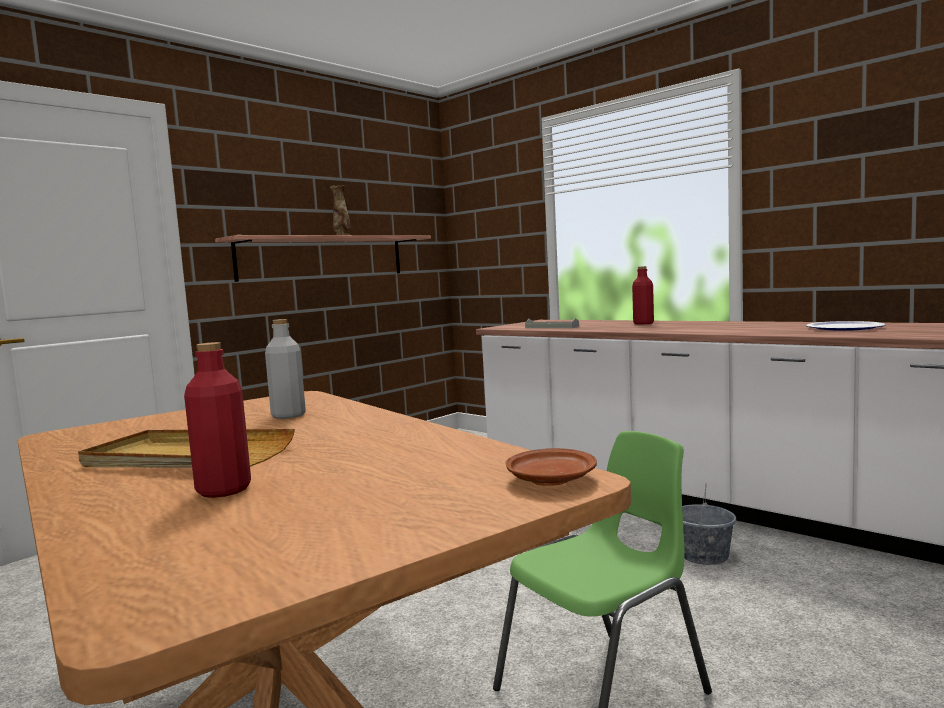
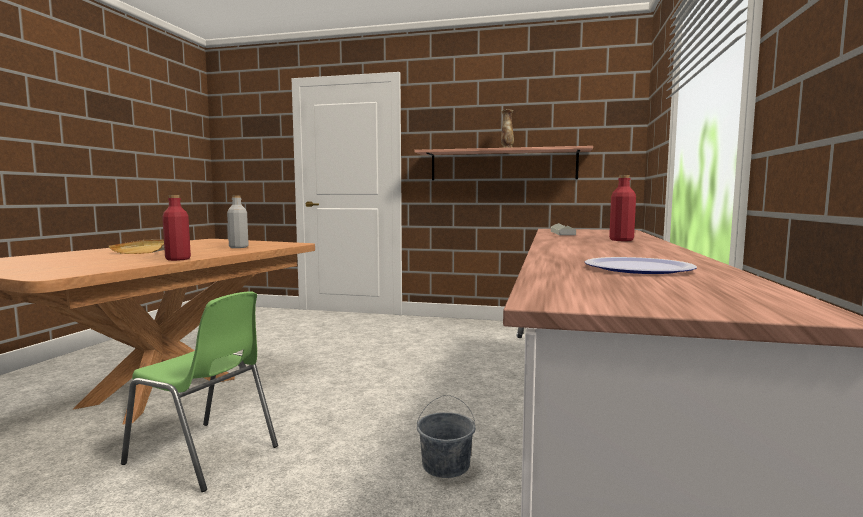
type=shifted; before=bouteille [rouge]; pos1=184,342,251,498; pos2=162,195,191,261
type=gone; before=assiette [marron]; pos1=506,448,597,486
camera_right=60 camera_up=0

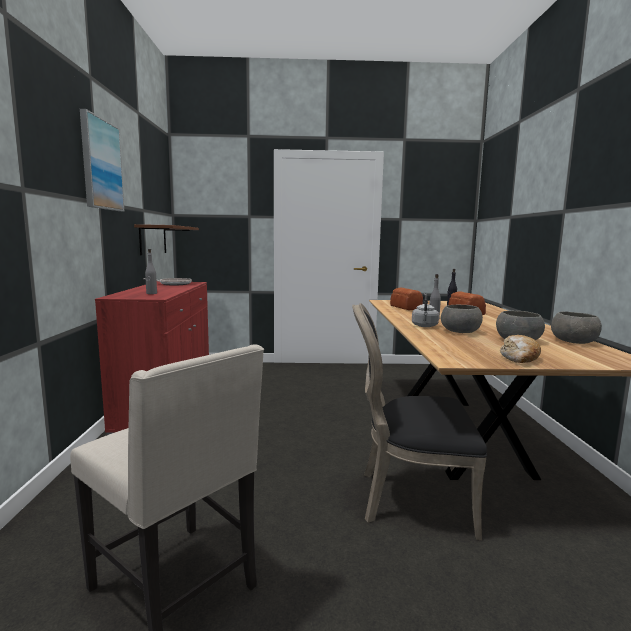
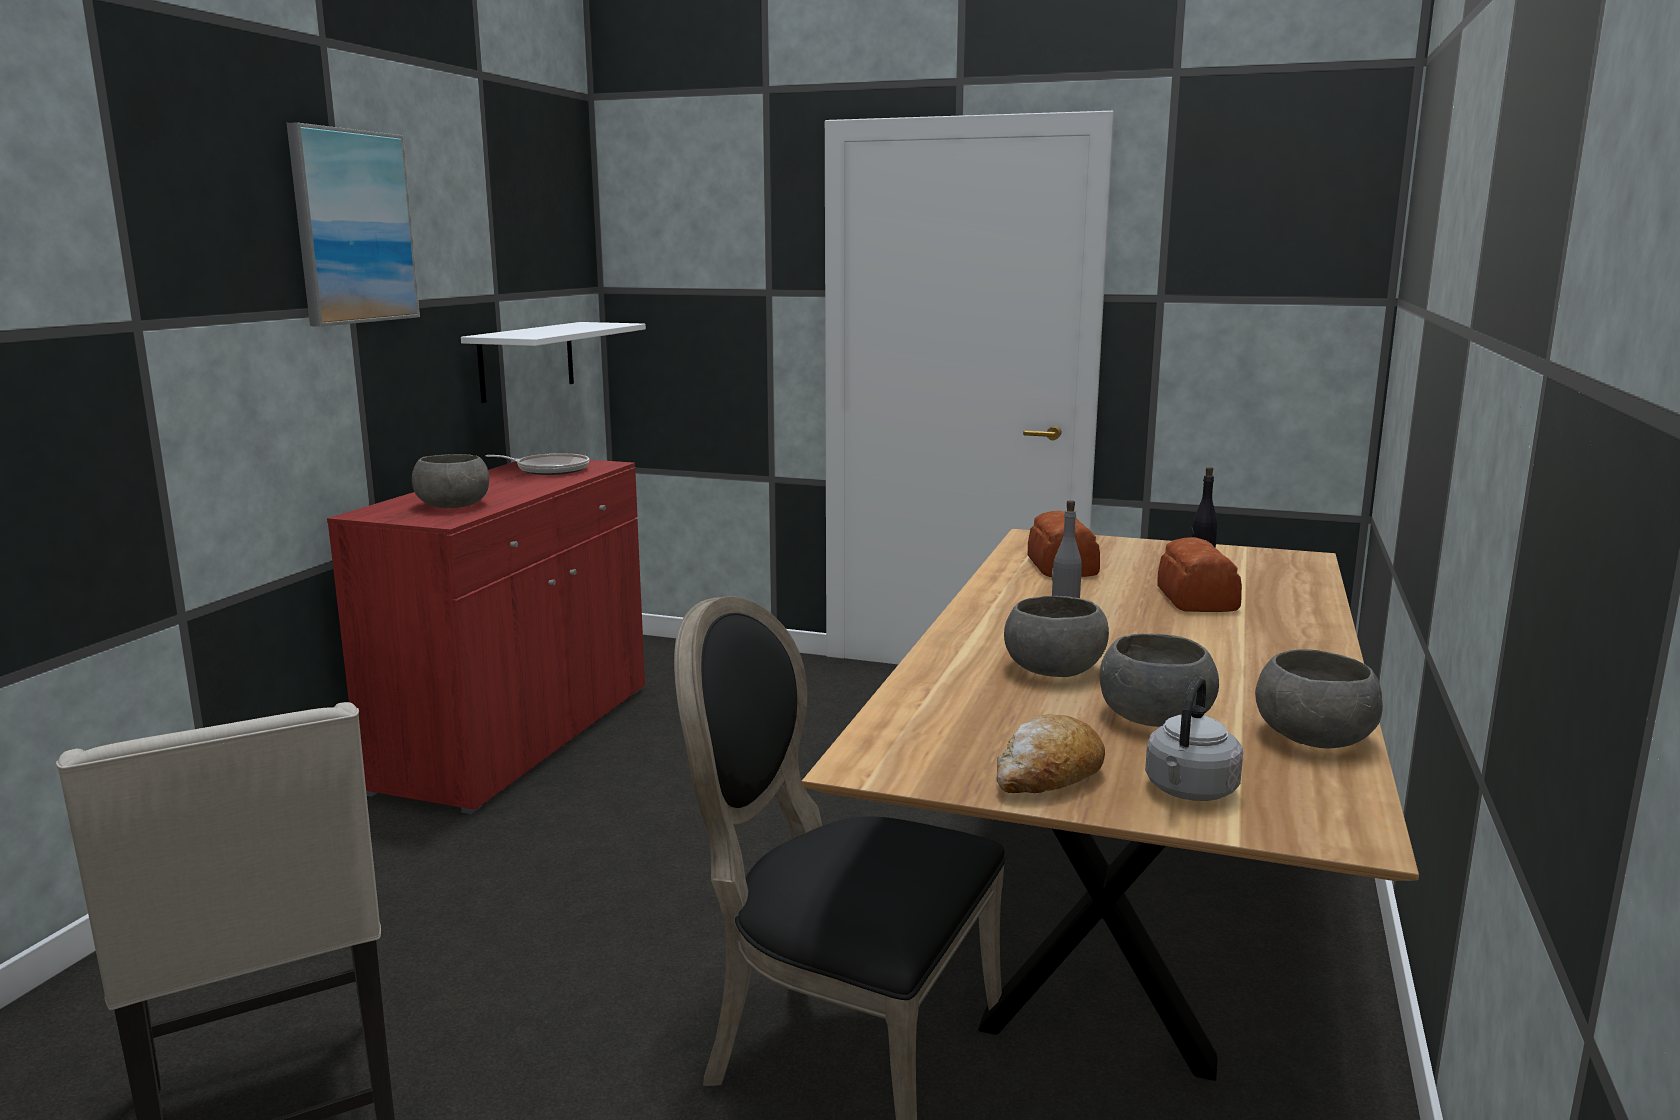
type=repainted; before=étagère [marron]; after=étagère [blanc]; pos1=134,224,199,255; pos2=461,322,646,403
type=swapped; before=bouteille [gris]; after=bol [gris]; pos1=145,249,157,294; pos2=412,454,489,508
type=shifted; before=bouilloire [gris]; pos1=412,293,439,327; pos2=1145,677,1243,801
camera_right=20 camera_up=5

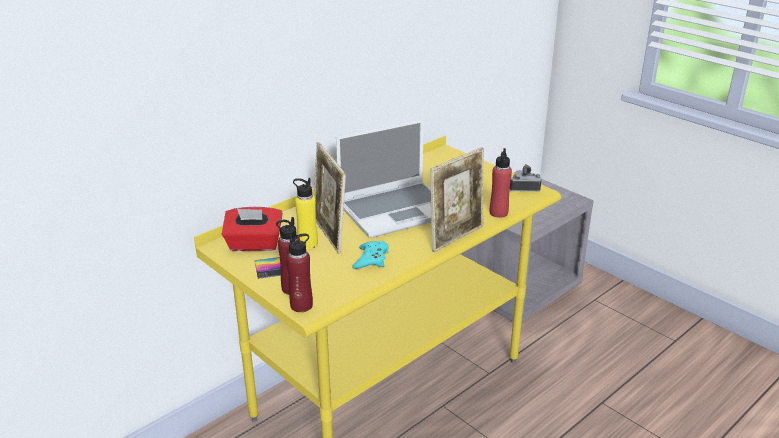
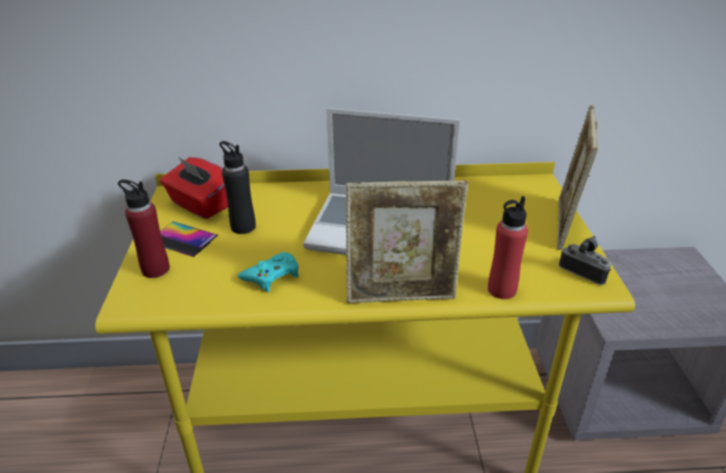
type=gone; before=bouteille [rouge]; pos1=286,234,313,312
type=repainted; before=bouteille [jaune]; after=bouteille [noir]; pos1=293,178,318,249; pos2=219,141,256,234
type=shifted; before=cadre photo; pos1=314,142,346,254; pos2=557,104,598,250
camera_right=40 camera_up=5

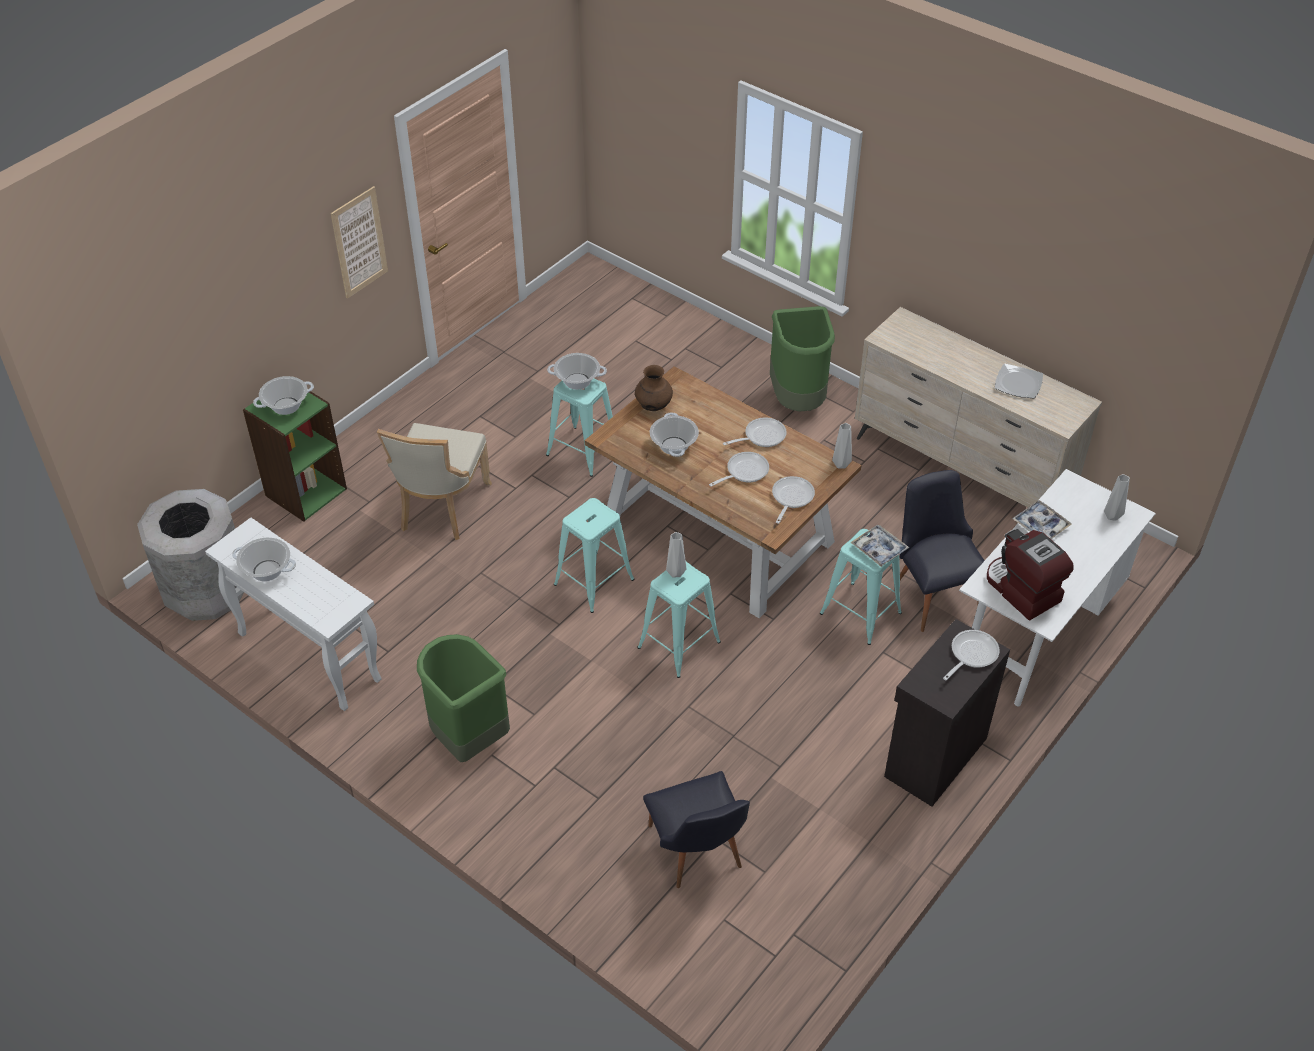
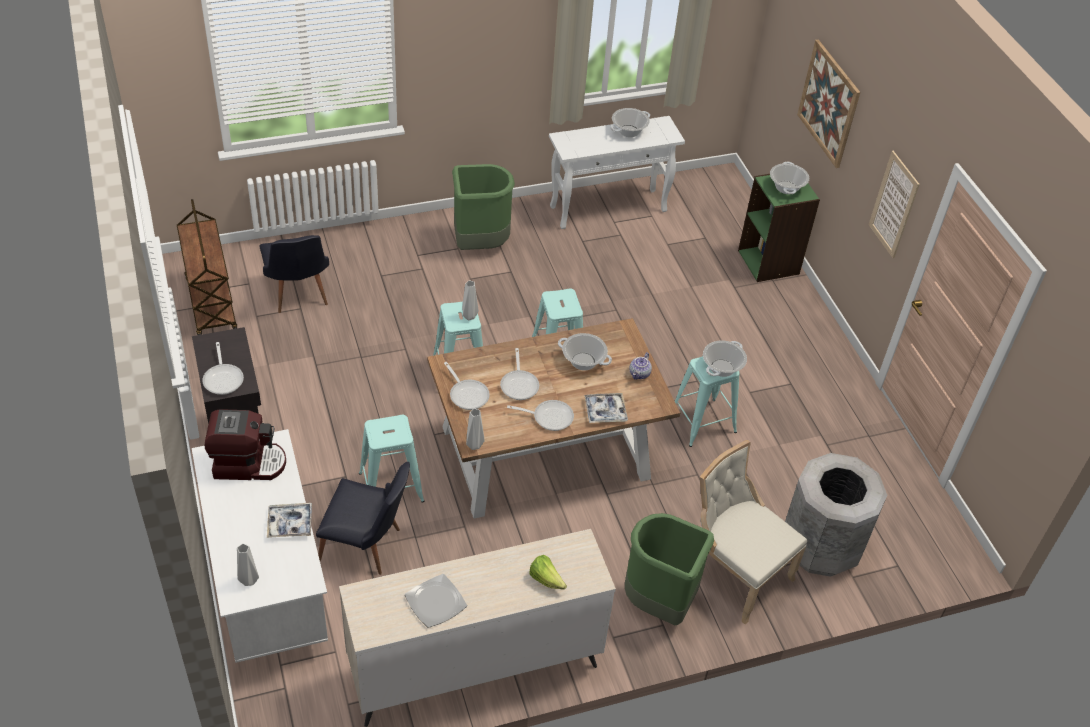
type=shifted; before=poubelle [gris]; pos1=137,489,244,621; pos2=785,453,887,577
type=shifted; before=chaise [beige]; pos1=377,423,492,540; pos2=700,440,807,624
type=swapped; before=vase [marron]; after=théière; pos1=635,365,673,411; pos2=629,352,652,380
type=rotated; before=chaise [noir]; pos1=643,771,750,888; pos2=259,235,329,313; turn=-120
type=rotated; before=poêle; pos1=723,417,787,447; pos2=507,400,574,431; turn=-90
type=shifted; before=plateau; pos1=850,525,909,567; pos2=584,393,628,423
type=new; after=chariot [marron]; pos2=177,199,237,335
type=new; after=laitue; pos2=529,555,567,589
type=new; after=tableau; pos2=797,39,860,168
camera_right=120 camera_up=0

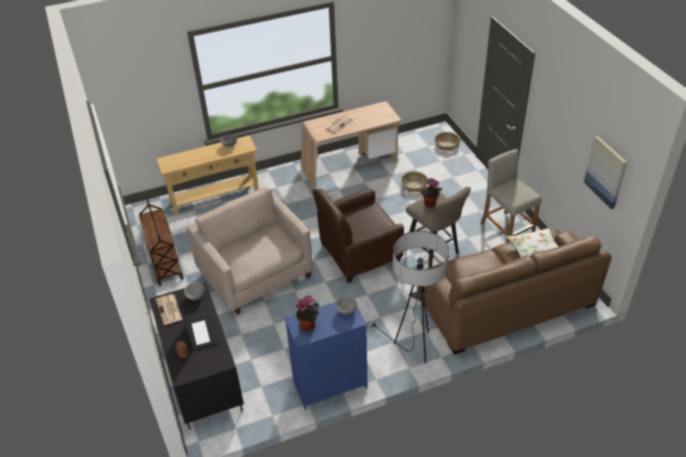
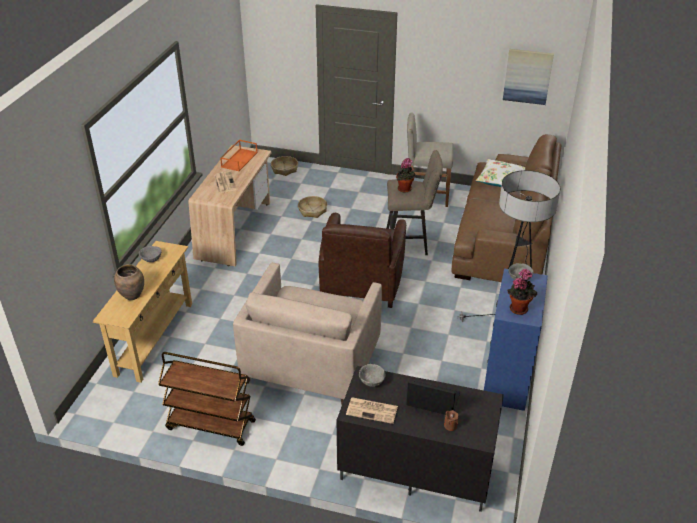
type=rotated; before=fauteuil [beige]; pos1=187,187,313,315; pos2=233,263,382,404; turn=-75
type=new; after=vase [marron]; pos2=114,264,144,300
type=new; after=plateau [orange]; pos2=220,139,258,171
camera_right=-55 camera_up=-5

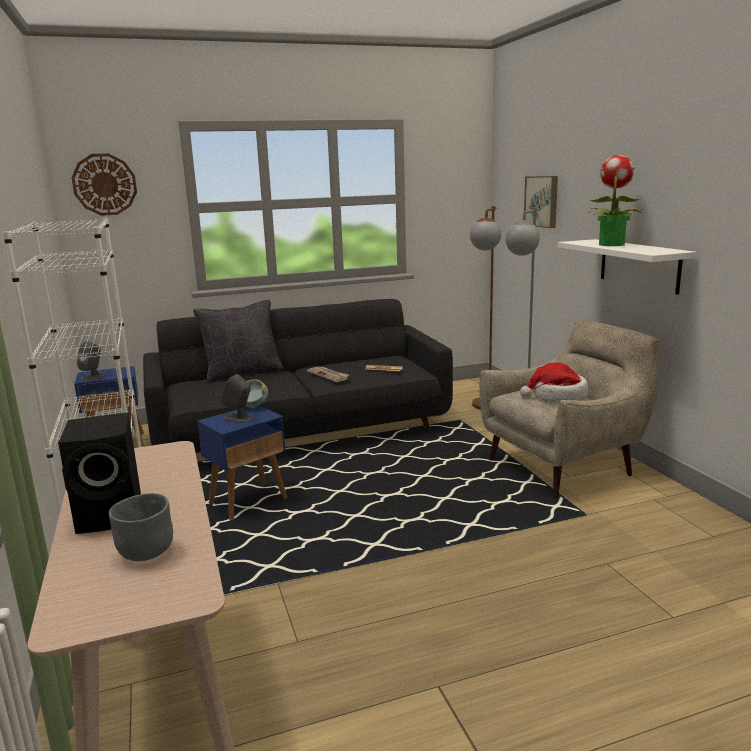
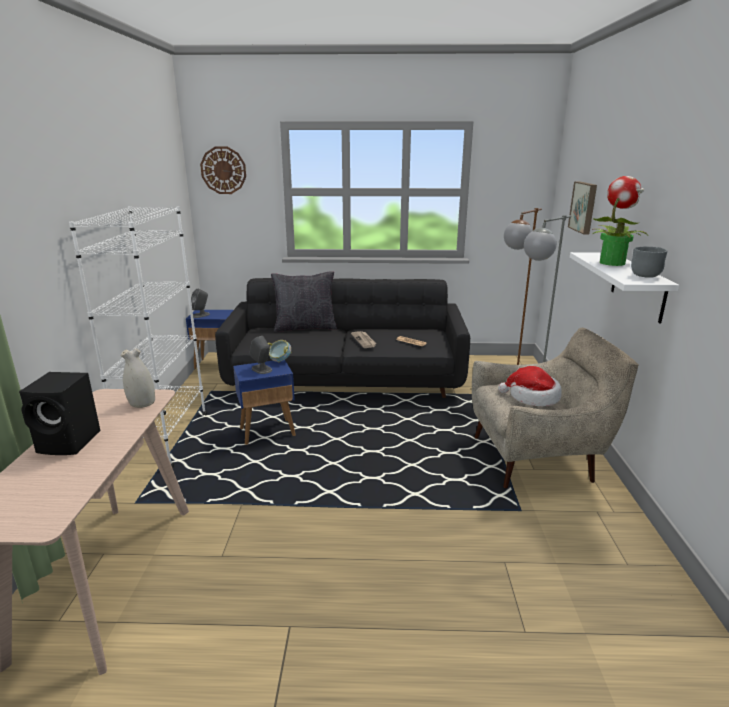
type=shifted; before=bol [gris]; pos1=109,493,173,561; pos2=631,246,667,278
type=new; after=vase [blanc]; pos2=121,348,155,408
camera_right=20 camera_up=5

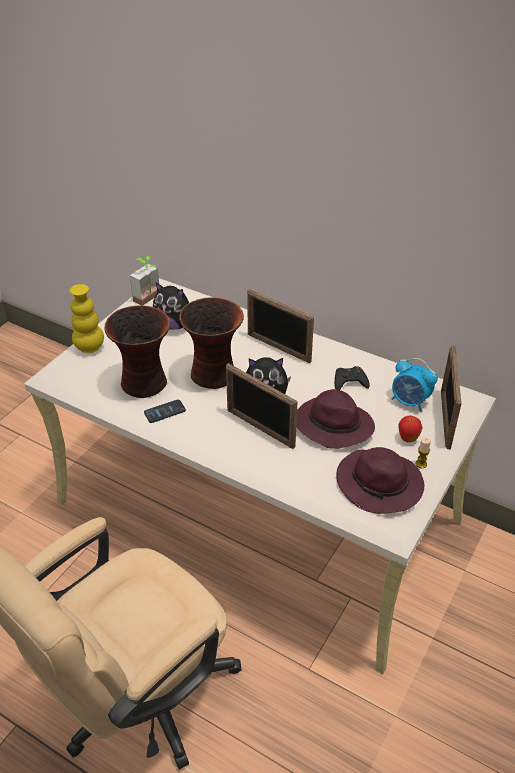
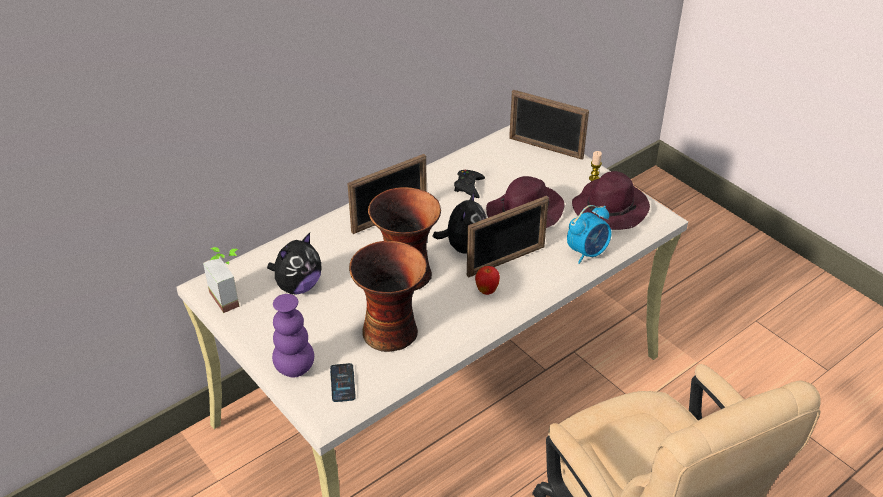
type=repainted; before=vase [jaune]; after=vase [violet]; pos1=70,284,104,353; pos2=272,294,314,377
type=shifted; before=téléphone; pos1=144,400,186,423; pos2=330,363,356,402
type=shifted; before=réveil; pos1=392,358,438,412; pos2=567,205,612,264
type=shifted; before=pomme; pos1=398,416,423,442; pos2=475,266,500,295
camera_right=-70 camera_up=0

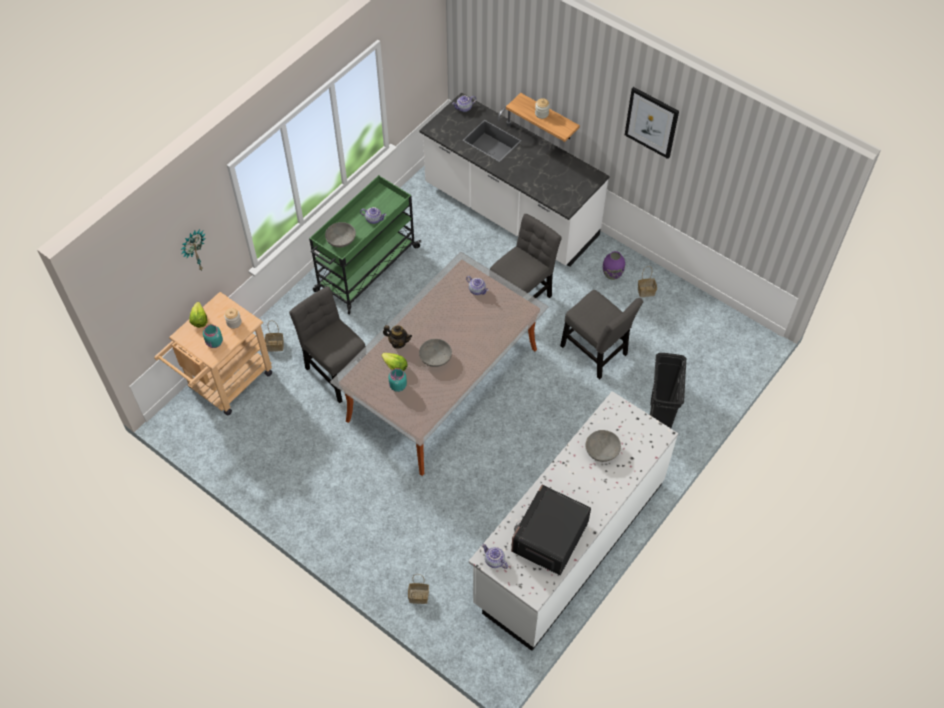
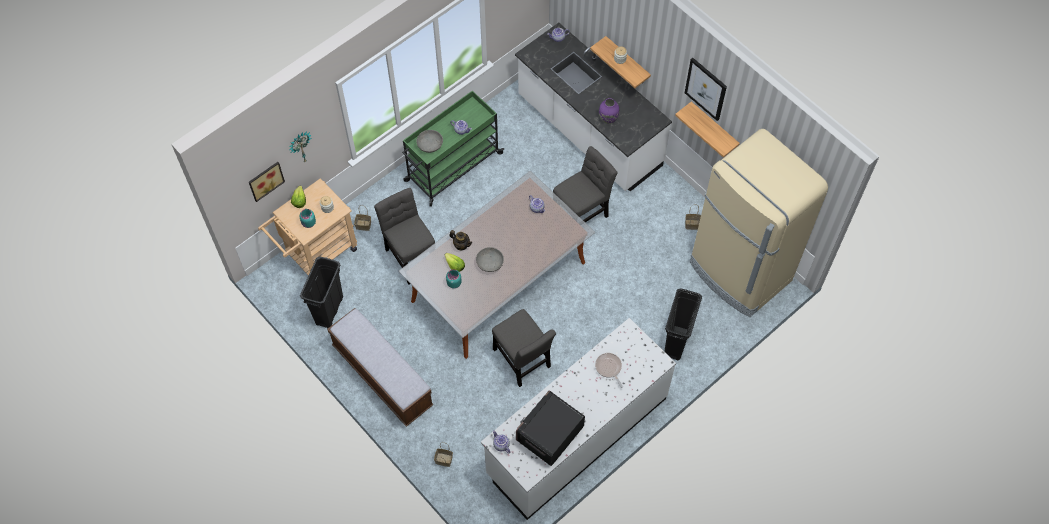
type=shifted; before=chaise [gris]; pos1=560,290,643,379; pos2=492,309,556,387
type=swapped; before=bol [gris]; after=poêle; pos1=585,430,621,462; pos2=595,353,623,388
type=shifted; before=vase [violet]; pos1=603,251,625,280; pos2=599,98,619,124
type=new; after=tableau; pos2=249,162,285,202
type=new; after=poubelle [noir]; pos2=300,256,343,328
type=new; after=banc; pos2=327,308,433,427
type=new; after=étagère; pos2=675,102,740,158
type=new; after=réfrigérateur [beige]; pos2=690,129,828,317
camera_right=10 camera_up=5

